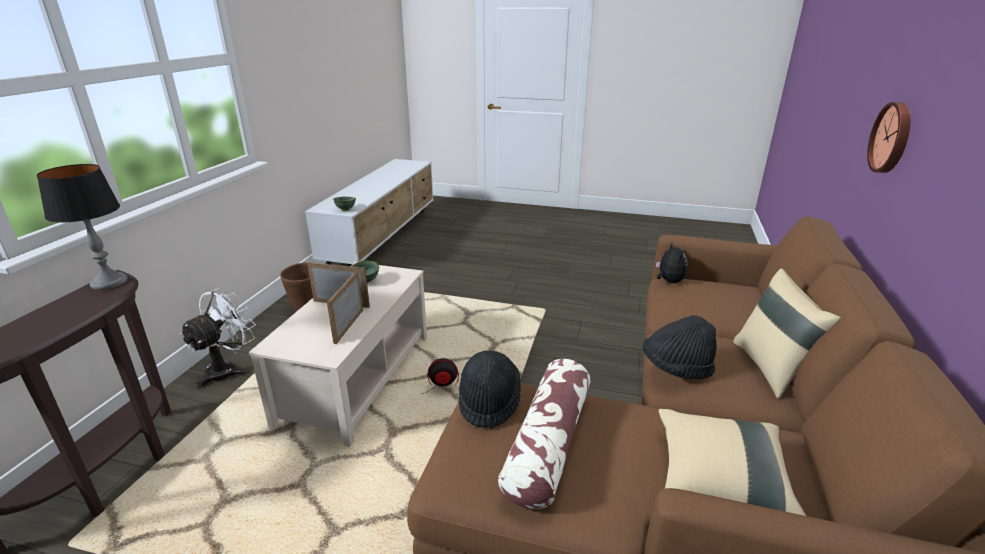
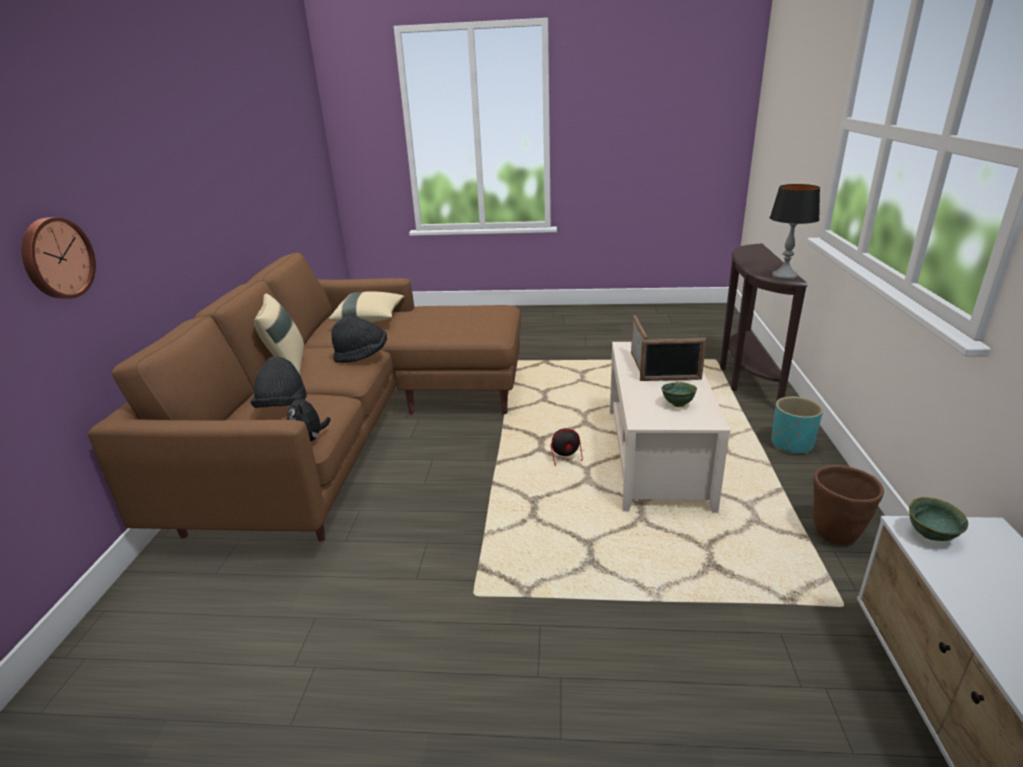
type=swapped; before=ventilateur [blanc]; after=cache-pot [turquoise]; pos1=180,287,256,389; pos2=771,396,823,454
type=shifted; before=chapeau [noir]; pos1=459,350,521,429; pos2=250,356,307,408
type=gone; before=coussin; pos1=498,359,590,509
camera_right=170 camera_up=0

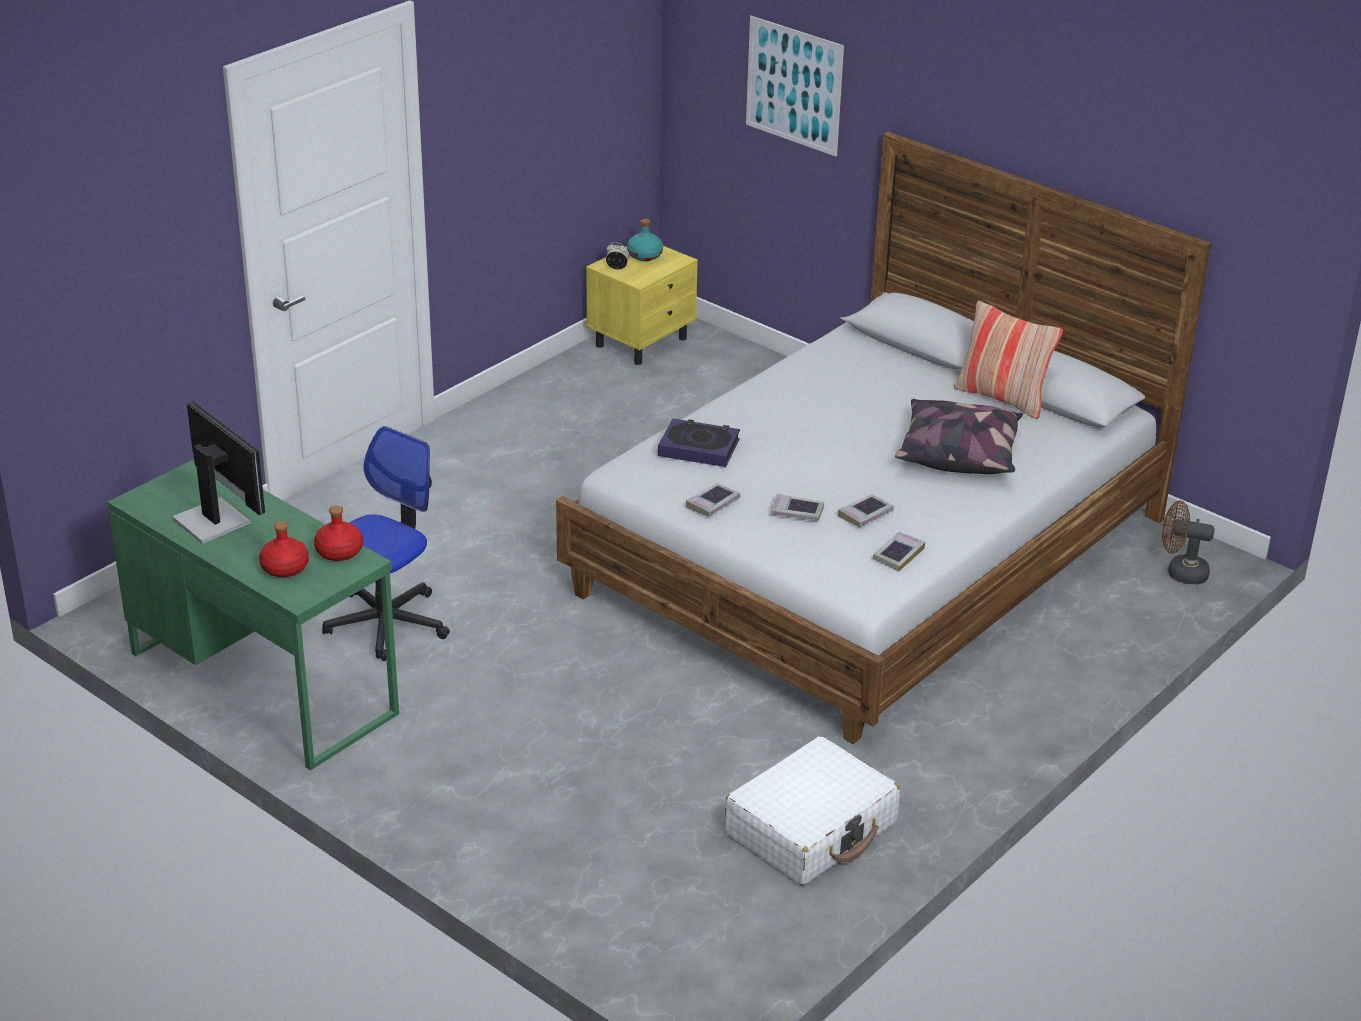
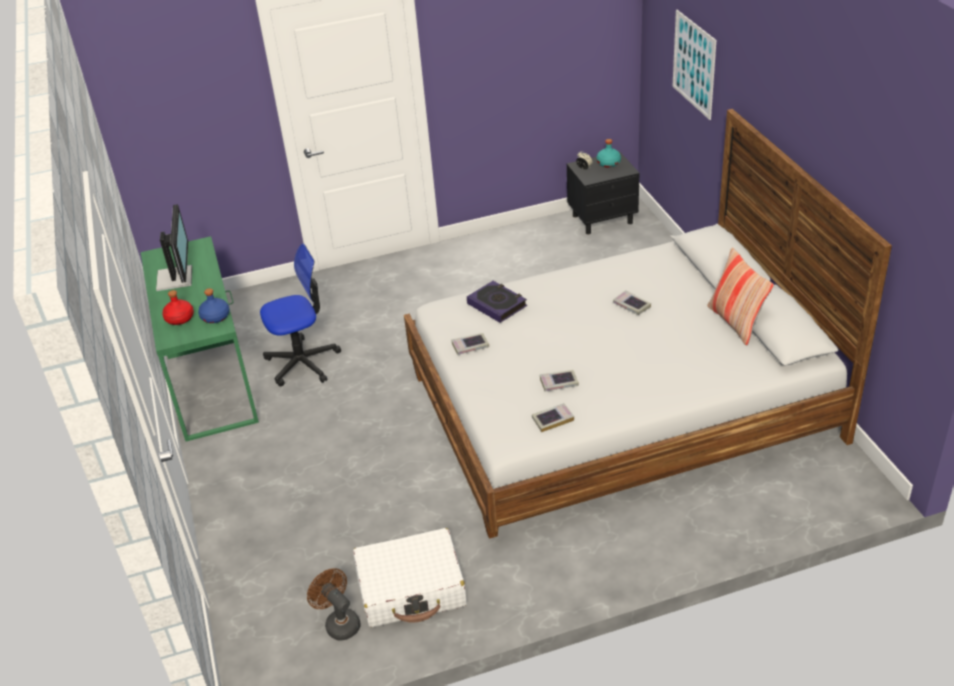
type=repainted; before=bouteille [rouge]; after=bouteille [bleu]; pos1=314,505,363,561; pos2=198,289,230,323
type=repainted; before=table de chevet [jaune]; after=table de chevet [noir]; pos1=586,246,698,365; pos2=567,151,640,234
type=shifted; before=livre; pos1=771,493,824,522; pos2=613,290,651,315
type=gone; before=coussin; pos1=895,399,1023,474
type=shifted; before=ventilateur [marron]; pos1=1162,501,1215,584; pos2=307,569,361,641
camera_right=35 camera_up=5

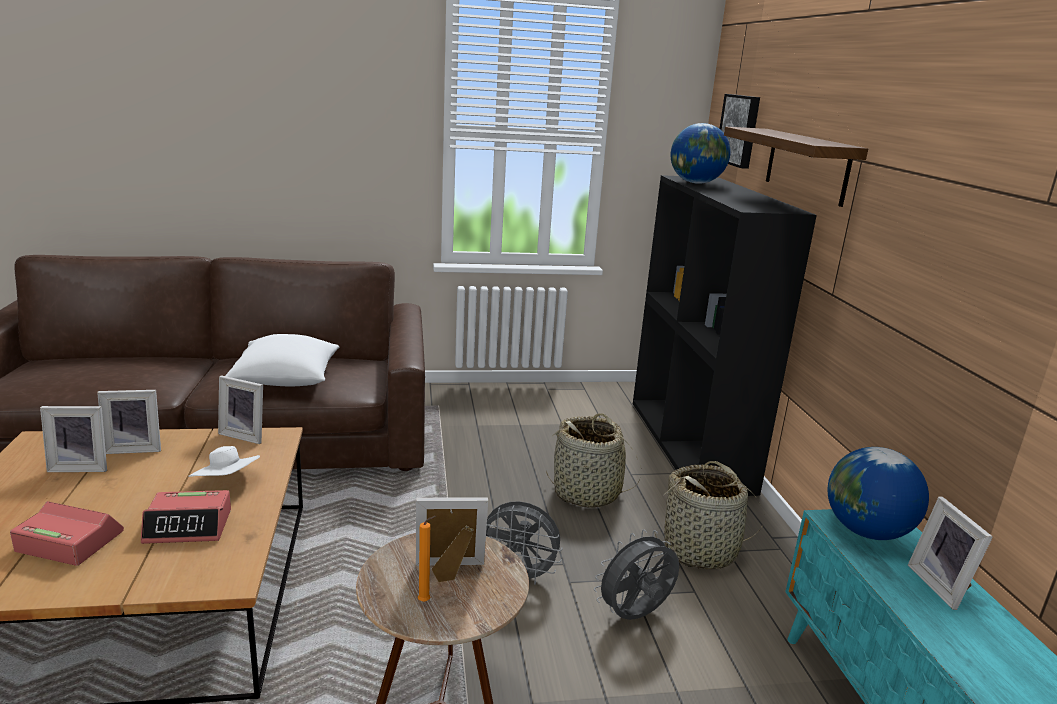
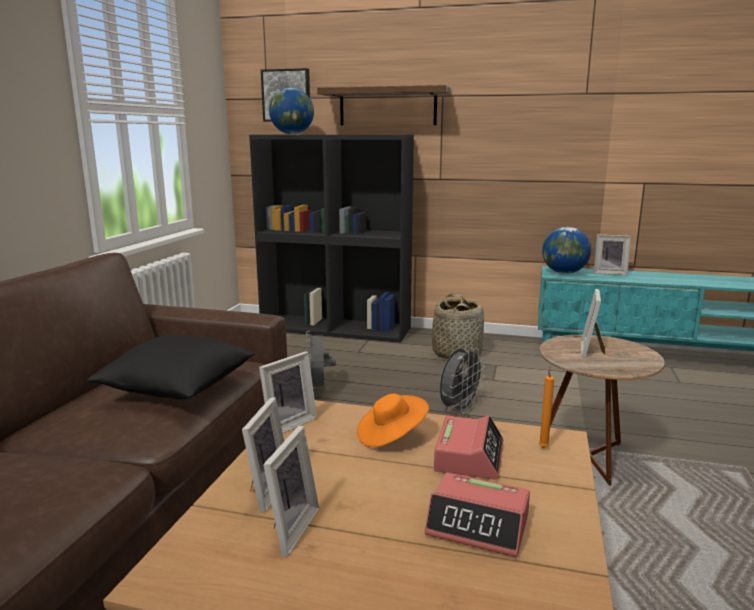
type=rotated; before=réveil; pos1=10,501,124,566; pos2=424,473,530,557; turn=-105
type=repainted; before=chapeau [blanc]; after=chapeau [orange]; pos1=188,446,260,477; pos2=357,394,429,447
type=repainted; before=coussin [blanc]; after=coussin [noir]; pos1=225,334,339,386; pos2=87,335,255,399
type=shifted; before=bougie [orange]; pos1=418,516,436,602; pos2=539,366,554,448
type=gone; before=panier; pos1=546,413,641,508
type=shifted; before=ventilateur [gris]; pos1=594,529,679,620; pos2=306,331,336,386
camera_right=-65 camera_up=-5

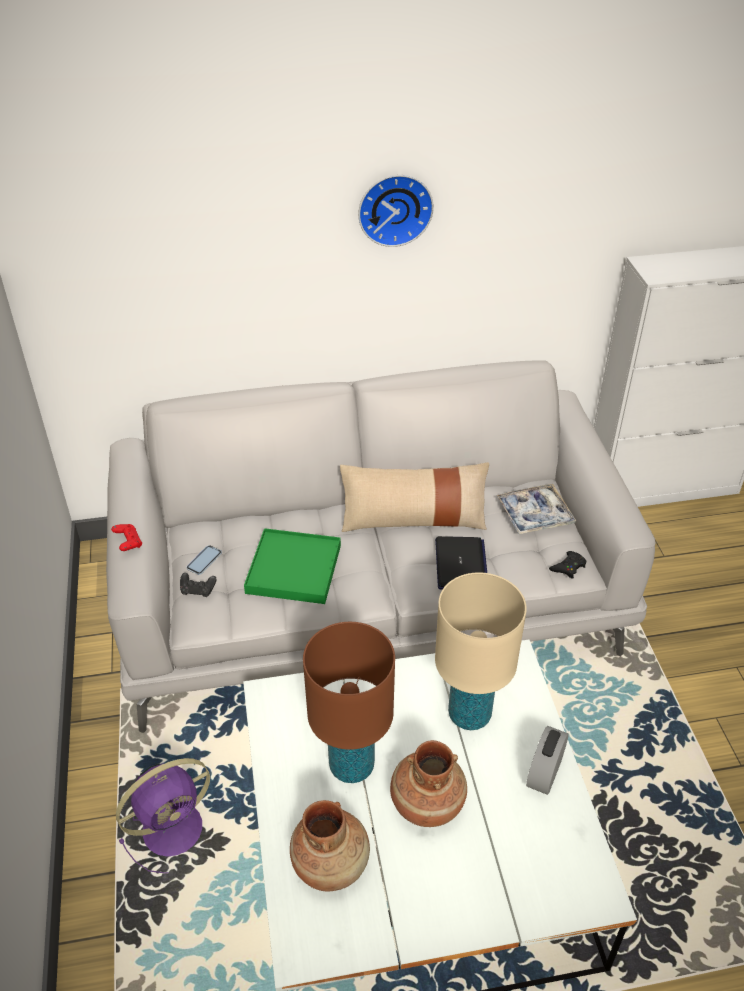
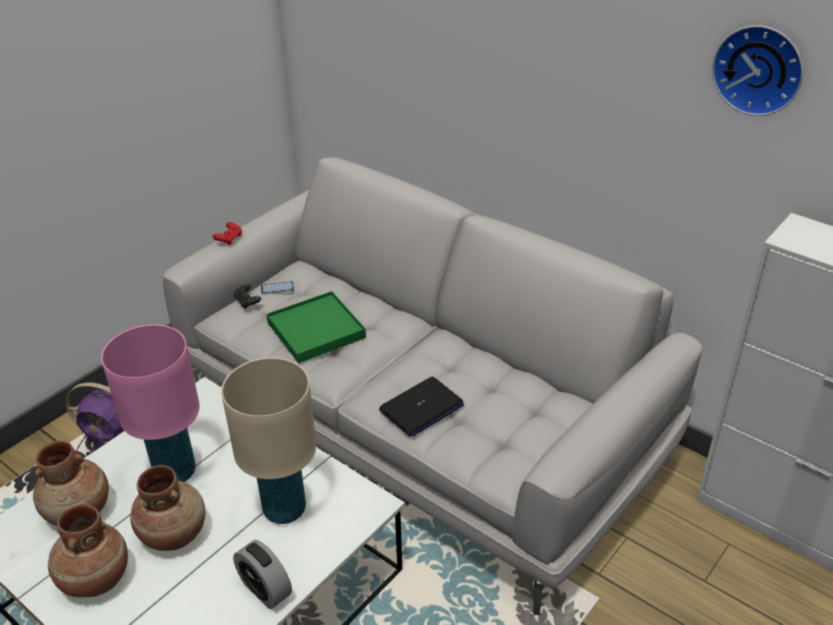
type=repainted; before=lampe de table [marron]; after=lampe de table [rose]; pos1=303,622,395,783; pos2=101,324,200,482
type=gone; before=coussin [beige]; pos1=340,462,489,532
type=shifted; before=horloge murale; pos1=358,175,434,247; pos2=712,25,803,116
type=gone; before=plateau; pos1=497,484,576,534
type=rotated; before=réveil; pos1=526,726,568,795; pos2=233,540,292,609; turn=-120
type=gone; before=manette [noir]; pos1=549,551,586,579
type=new; after=vase [marron]; pos2=48,504,128,597
camera_right=50 camera_up=-5

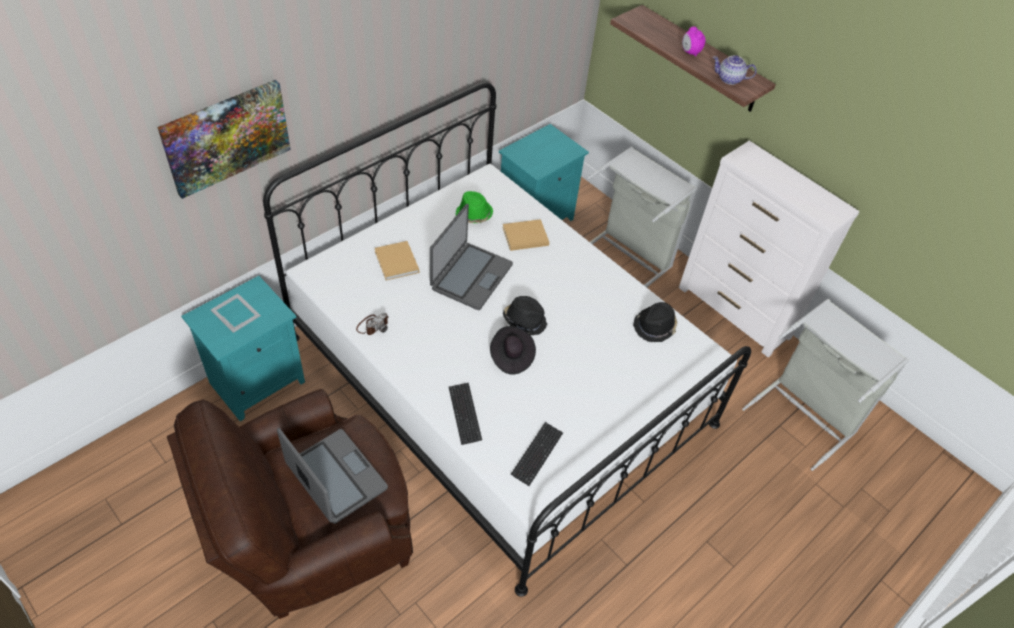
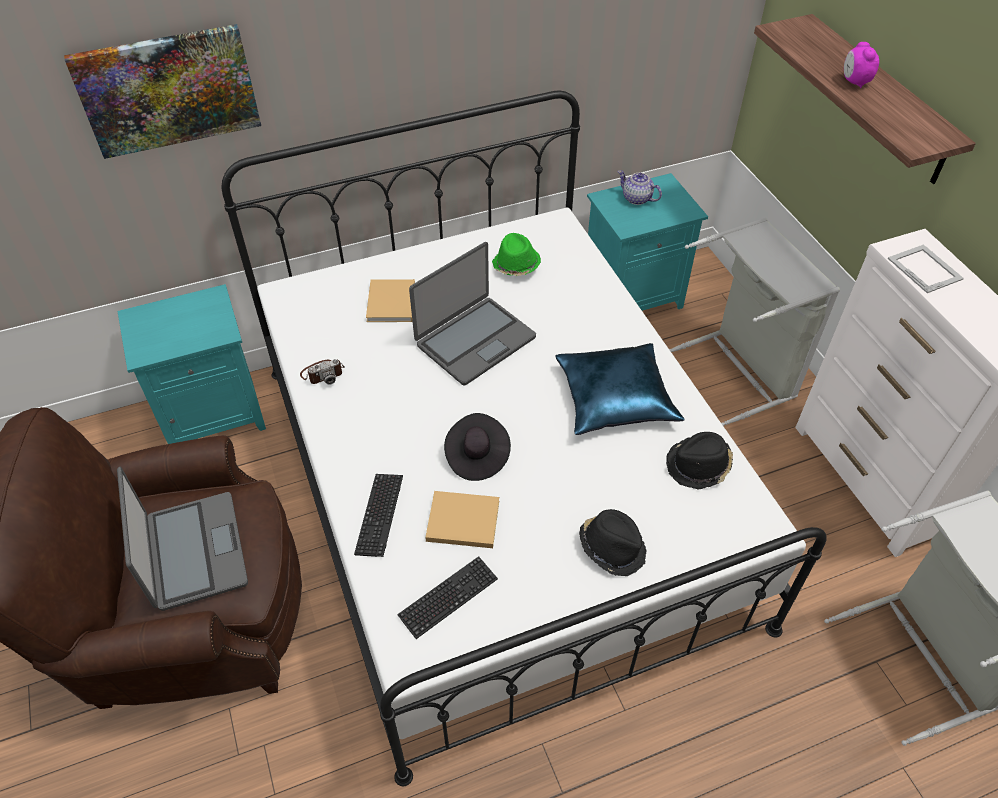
type=shifted; before=cadre photo; pos1=211,294,261,333; pos2=888,244,964,293
type=shifted; before=livre [beige]; pos1=502,219,549,251; pos2=425,491,499,548
type=shifted; before=chapeau [noir]; pos1=503,296,547,336; pos2=579,509,647,576
type=shifted; before=théière; pos1=713,55,757,85; pos2=617,170,662,205
type=new; after=coussin [bleu]; pos2=555,343,685,435
camera_right=25 camera_up=0

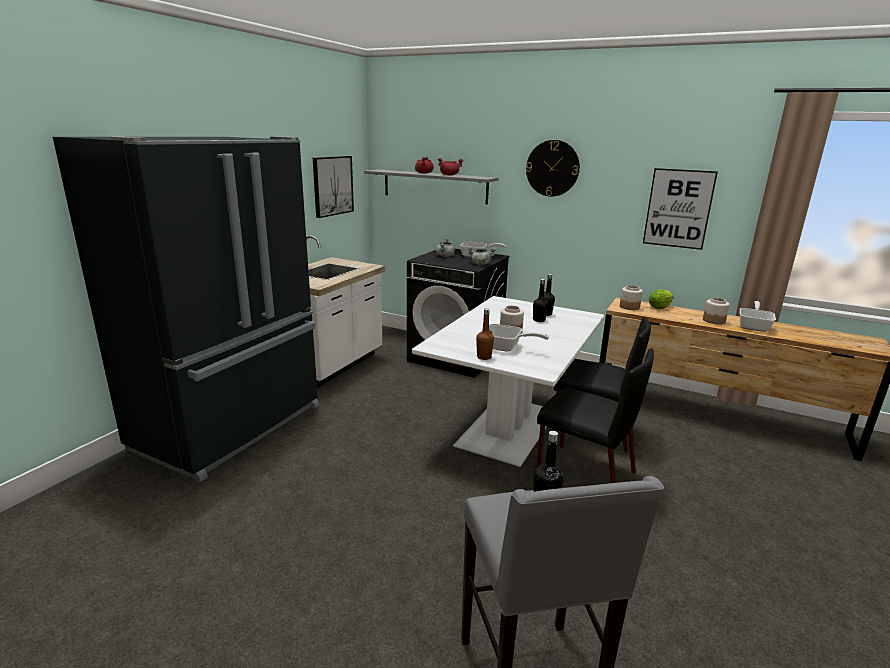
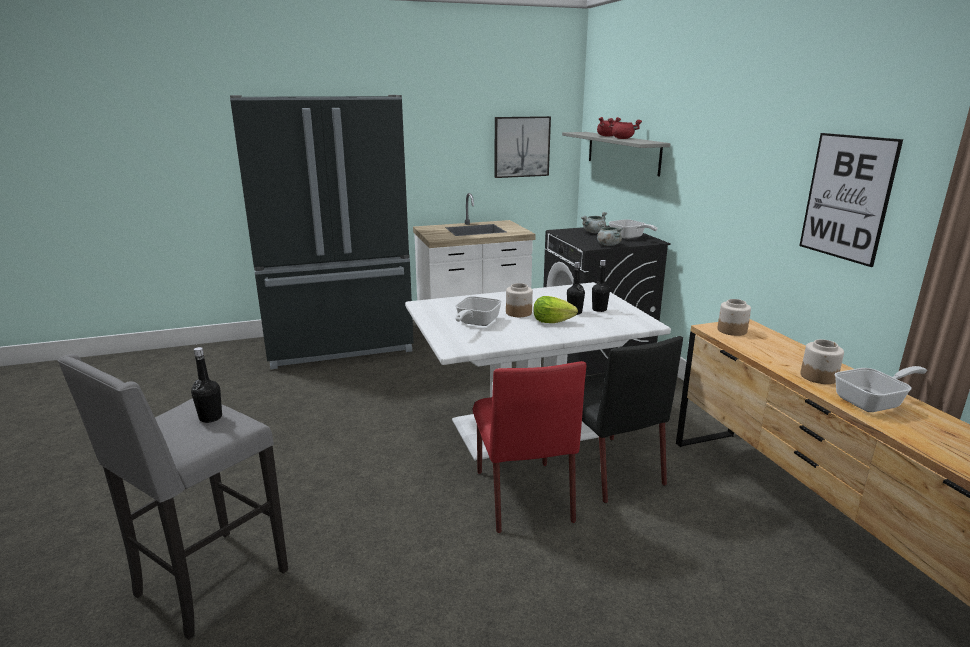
type=gone; before=bouteille [marron]; pos1=476,308,494,360
type=rotated; before=poêle; pos1=489,324,549,352; pos2=455,296,502,326; turn=45
type=gone; before=horloge murale; pos1=526,140,580,197
type=repainted; before=chaise [noir]; after=chaise [rouge]; pos1=536,348,654,483; pos2=473,361,586,533
type=shifted; before=laitue; pos1=649,290,674,309; pos2=533,296,578,323
camera_right=45 camera_up=0

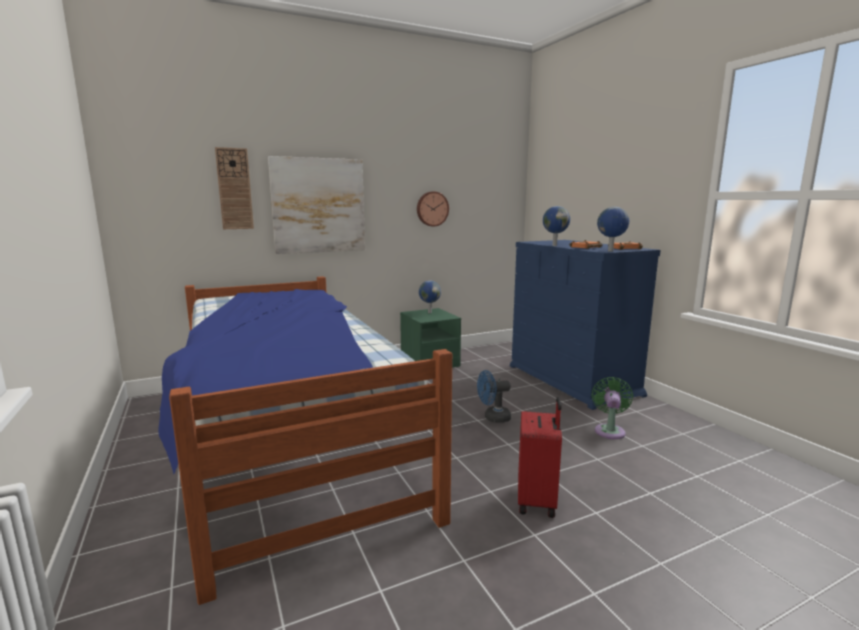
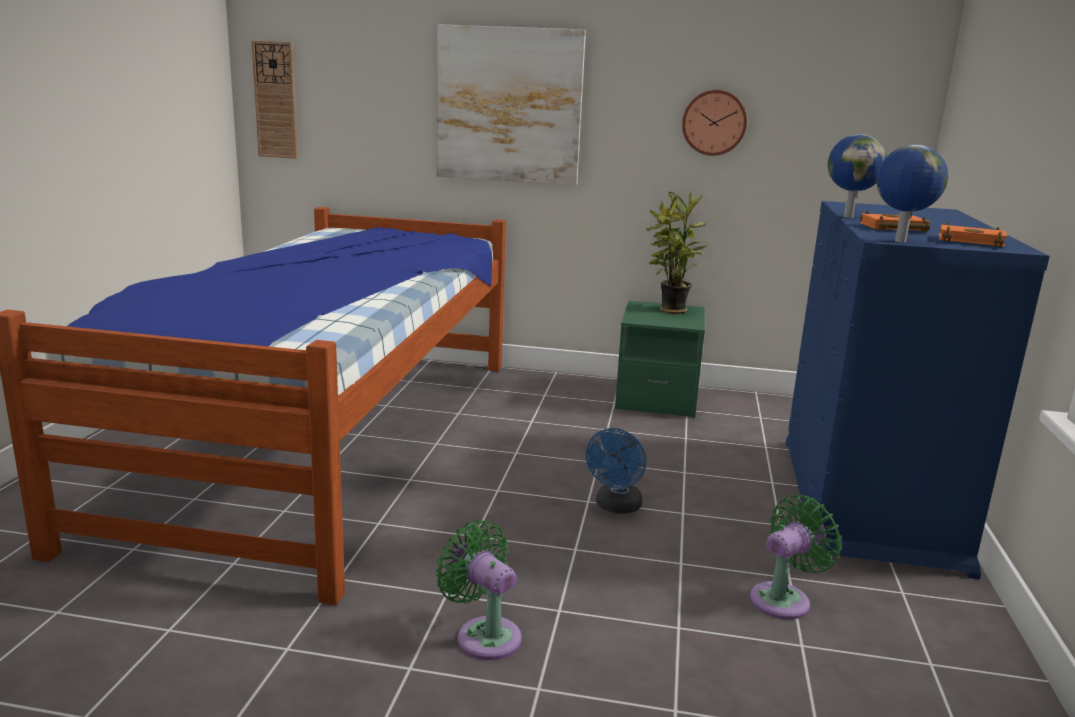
type=shifted; before=horloge murale; pos1=215,147,254,229; pos2=251,41,298,159
type=swapped; before=globe; after=plante en pot; pos1=419,281,441,313; pos2=644,192,708,314
type=rotated; before=ventilateur [bleu]; pos1=477,370,511,423; pos2=586,428,646,514; turn=-90
type=swapped; before=valise [rouge]; after=ventilateur [vert]; pos1=518,397,562,518; pos2=435,520,522,660
camera_right=35 camera_up=5

